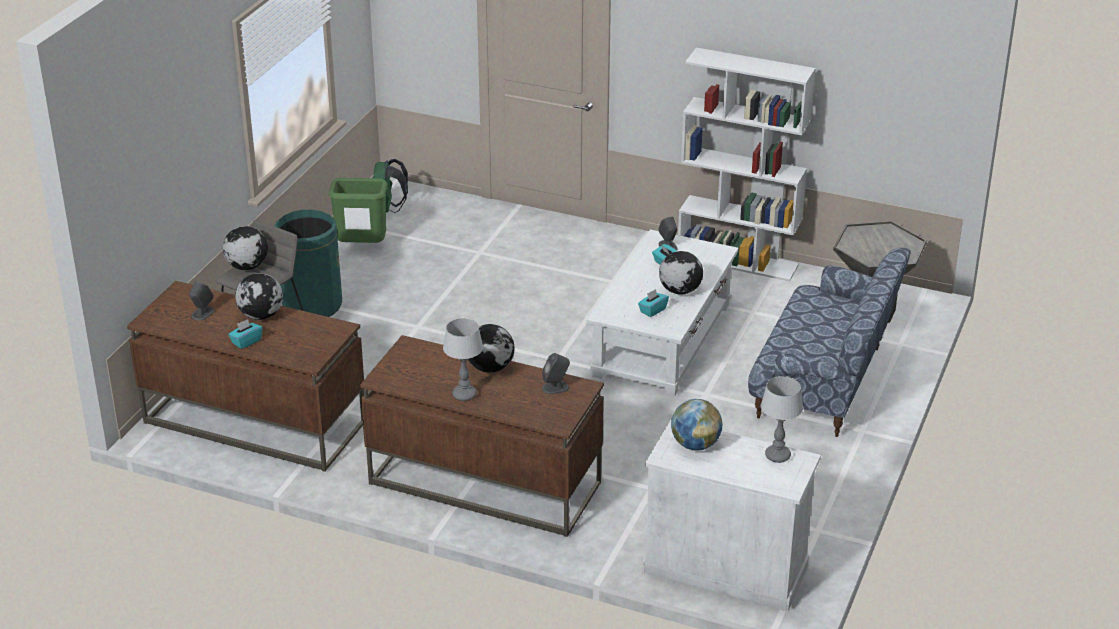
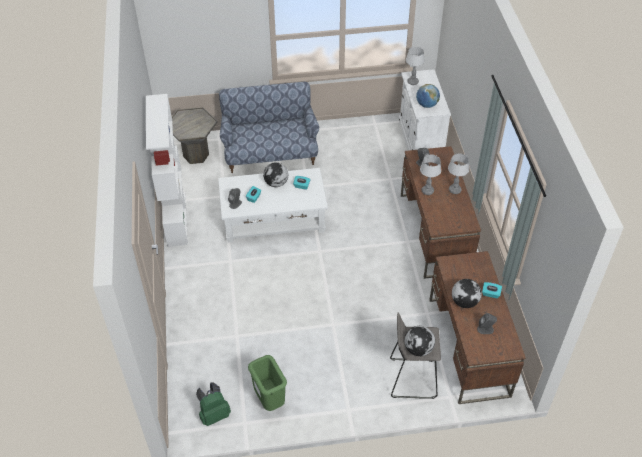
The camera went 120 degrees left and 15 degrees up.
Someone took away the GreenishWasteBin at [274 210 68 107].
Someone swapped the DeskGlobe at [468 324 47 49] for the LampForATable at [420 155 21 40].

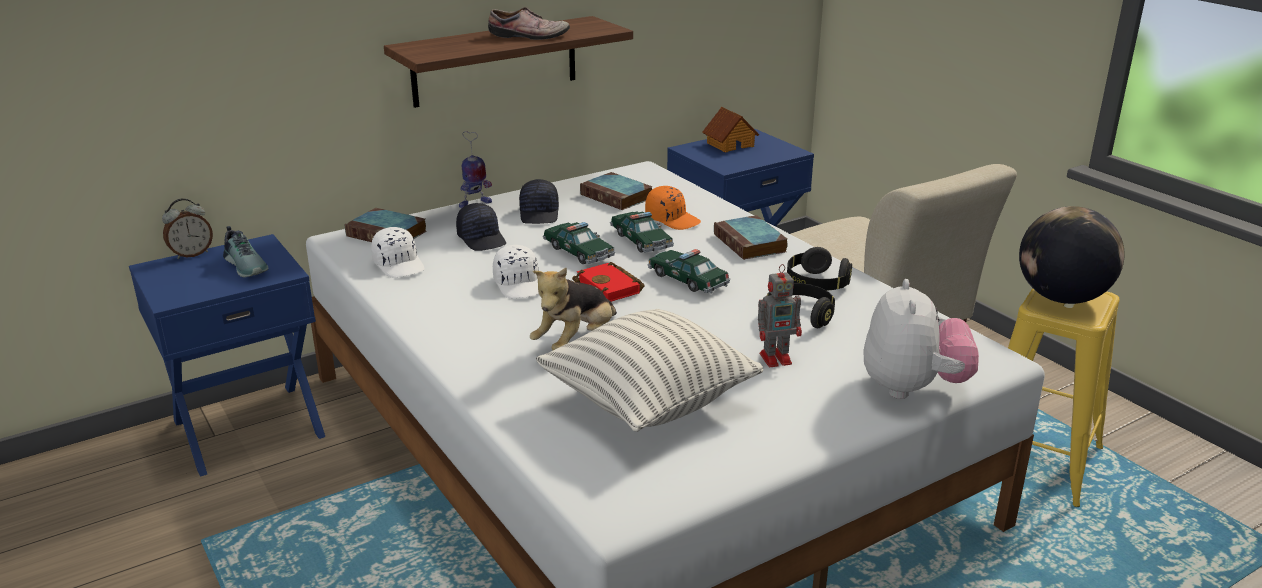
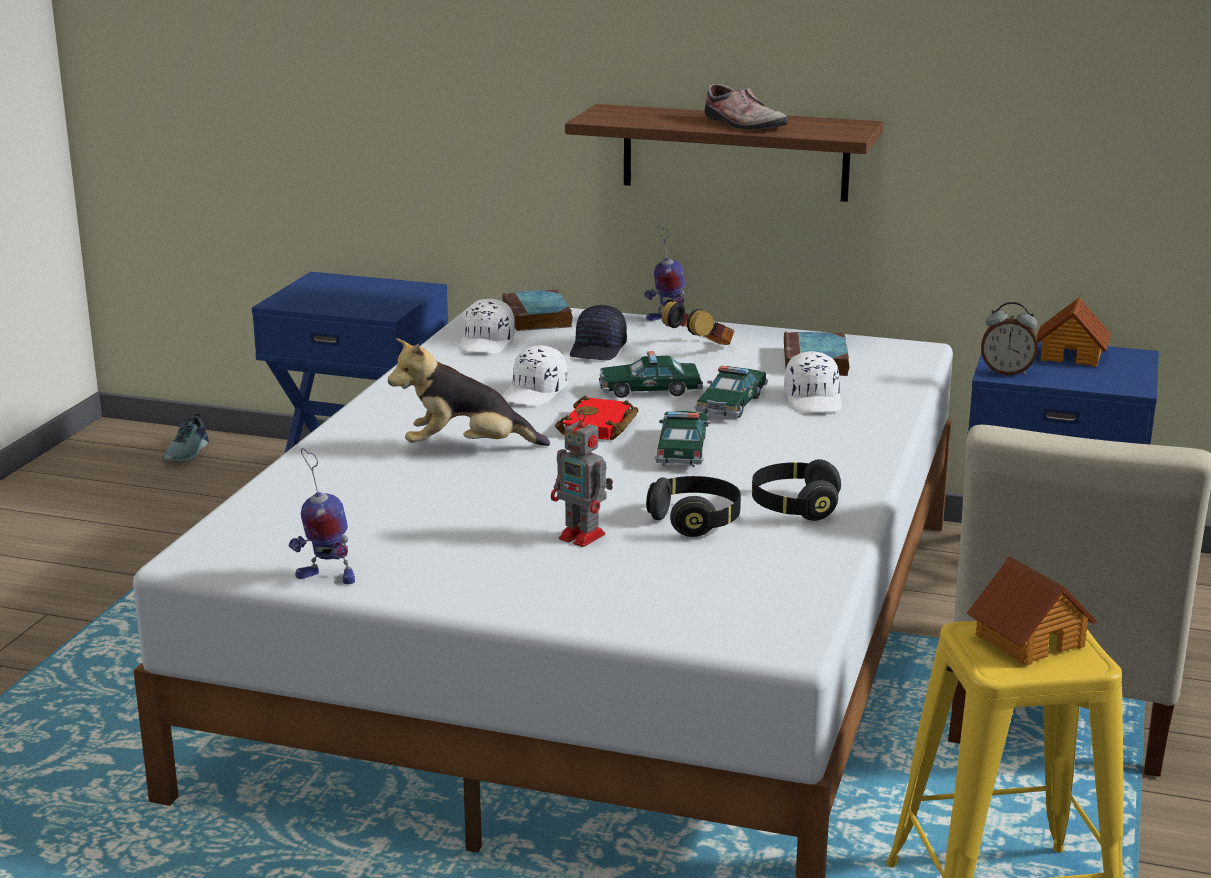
The camera went 50 degrees right and 5 degrees down.
Someone swapped the BlackCap at [519 179 40 45] for the Headphones at [661 302 73 43].
Someone repainted the OrangeyCap at [645 186 56 44], which became the WhiteColouredCap at [784 351 58 61].
Someone carried the BedsideClock from [162 198 51 61] to [981 302 57 74].
Someone swapped the DeskGlobe at [1019 206 106 98] for the ToyHouse at [967 556 130 110].
Someone took away the Volume at [714 215 74 45].
Someone rotated the ModelCar at [543 222 72 42] by 75 degrees clockwise.
Someone carried the ItemOfFootwear from [223 226 46 51] to [162 412 47 50].
Someone took away the CuddlyToy at [864 279 115 120].
Someone took away the Pillow at [536 309 227 123].
Someone put down the RobotFigure at [289 448 66 136].

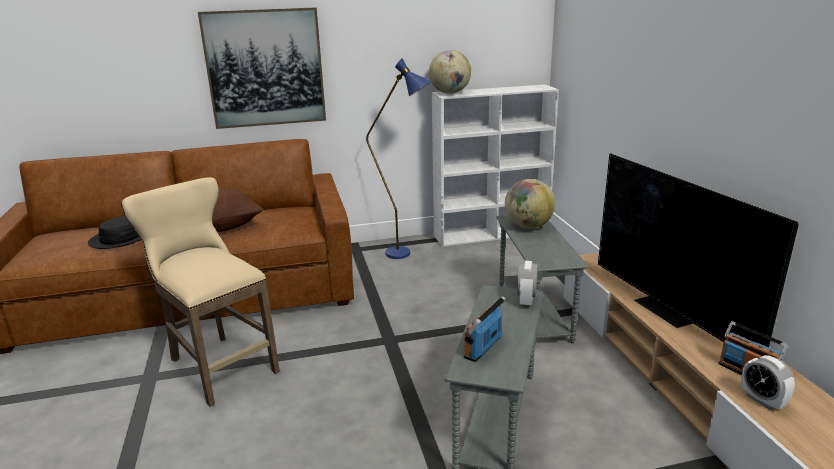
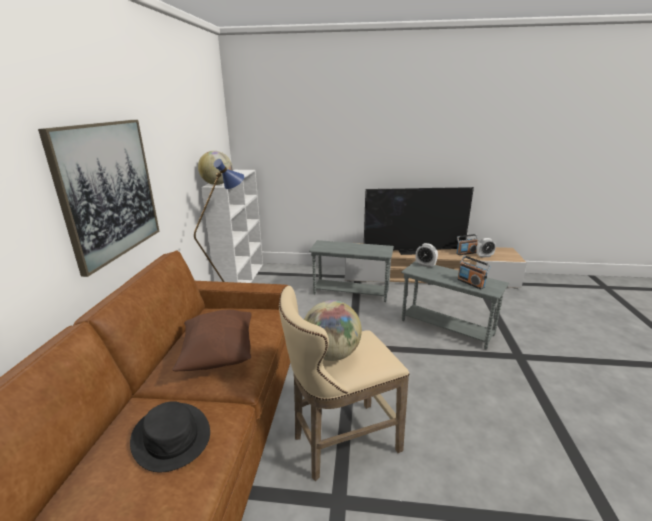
The camera went 70 degrees left and 0 degrees up.
Someone carried the DeskGlobe from [505 179 50 50] to [304 300 58 61].

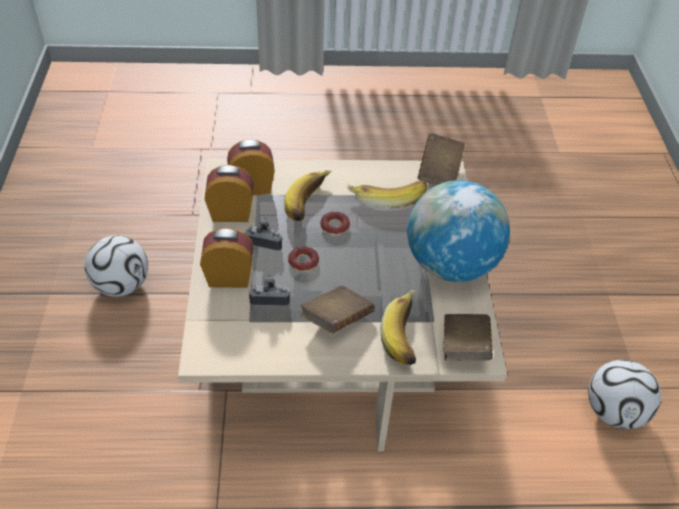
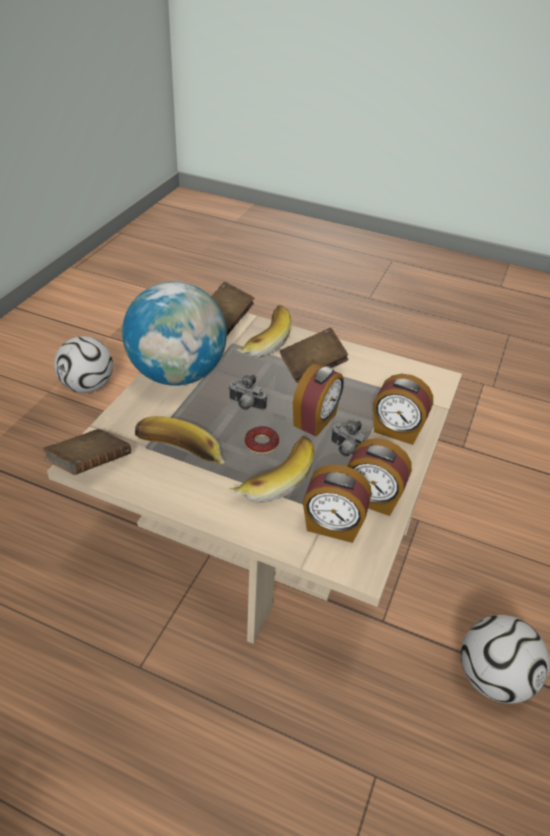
The camera went 155 degrees left and 5 degrees down.
Someone swapped the Donut at [288 246 31 26] for the BedsideClock at [293 364 51 73].
Someone carried the PhotoCamera from [249 274 41 32] to [228 375 39 35].

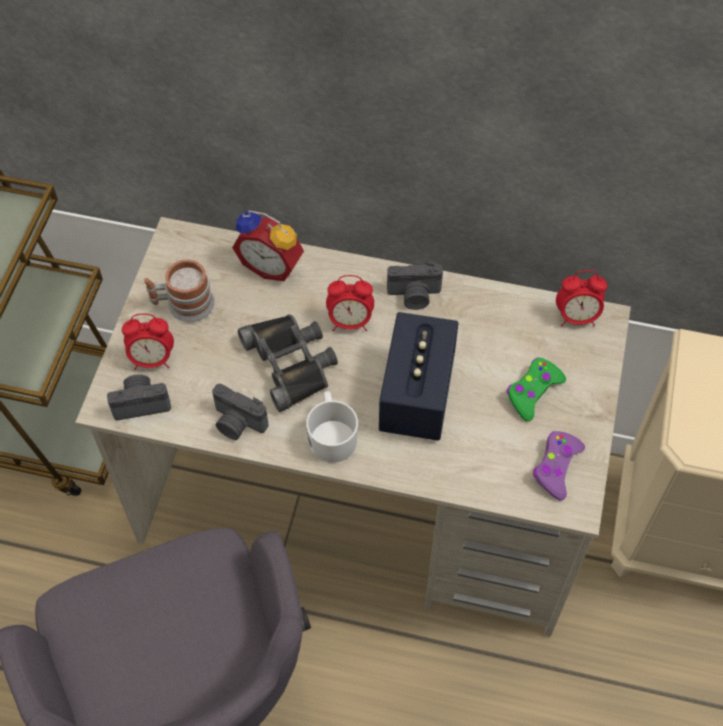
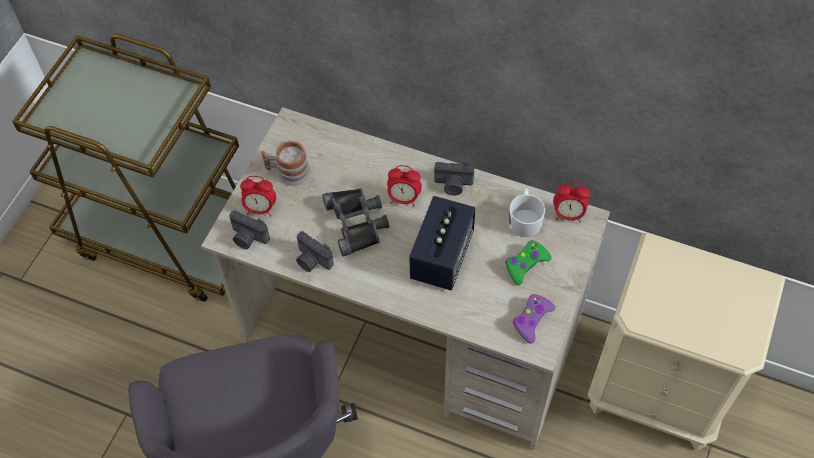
The camera went 10 degrees right and 0 degrees up.
Someone took away the BedsideClock at [232 210 72 71].
Someone rotated the PhotoCamera at [107 374 64 46] by 150 degrees counterclockwise.
Someone carried the WhiteColouredCoffeeMug from [306 391 52 71] to [509 188 36 49].

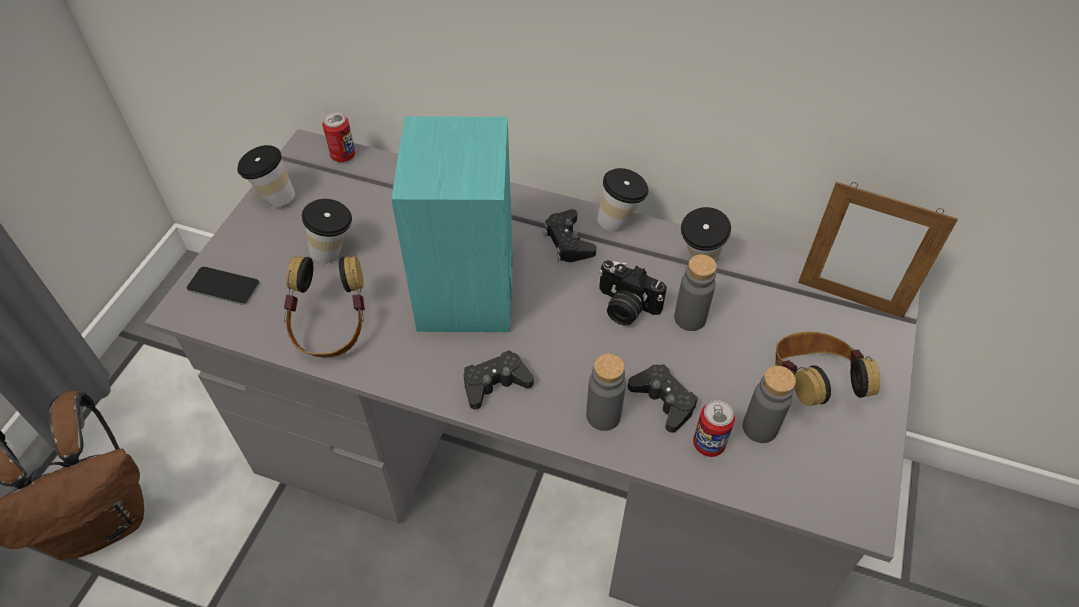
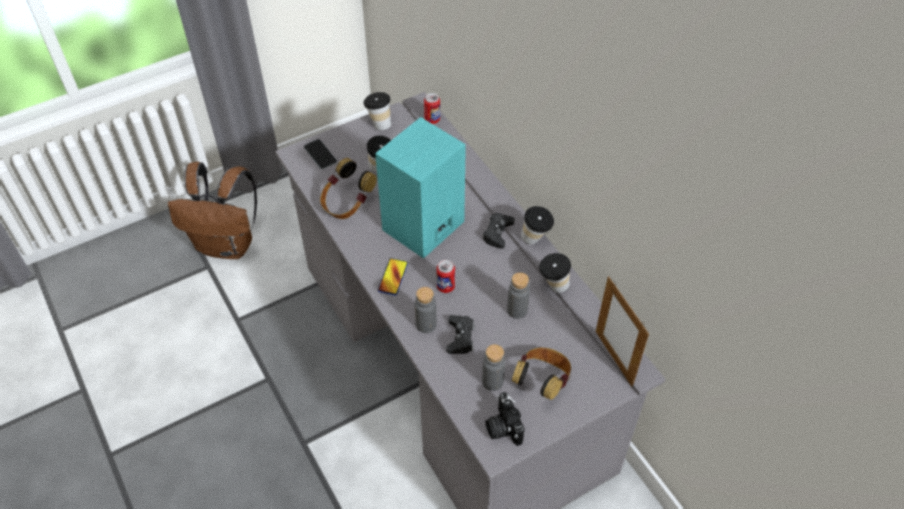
The camera went 40 degrees right and 0 degrees up.
Someone carried the PhotoCamera from [598 260 69 66] to [485 392 40 54].
Someone swapped the BlackGamepad at [464 350 70 59] for the Handset at [378 258 30 37].
Someone carried the SealedCan from [693 400 42 57] to [436 260 19 33].

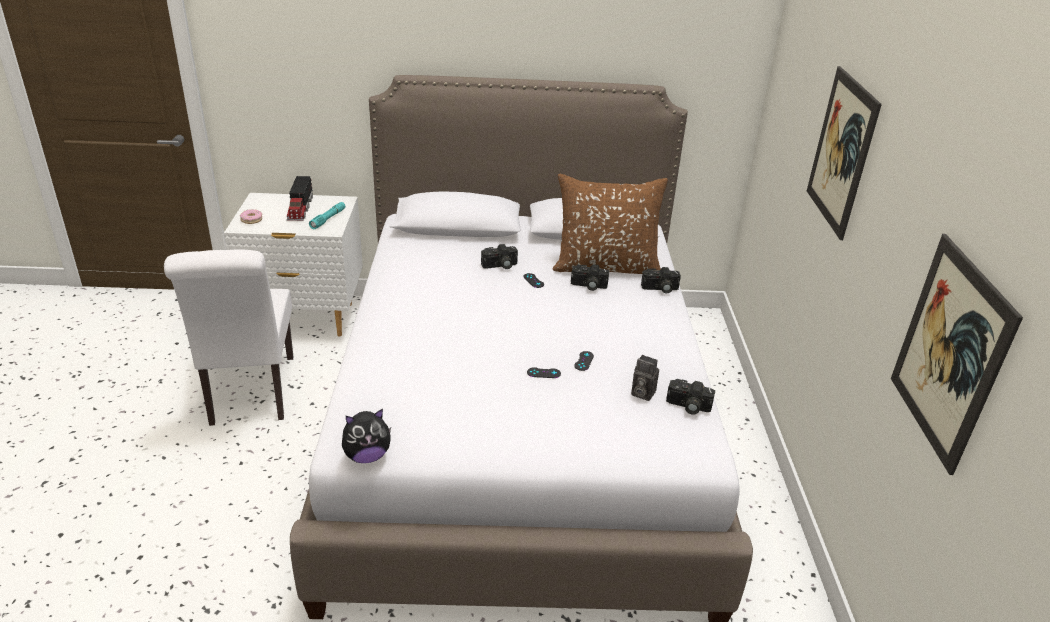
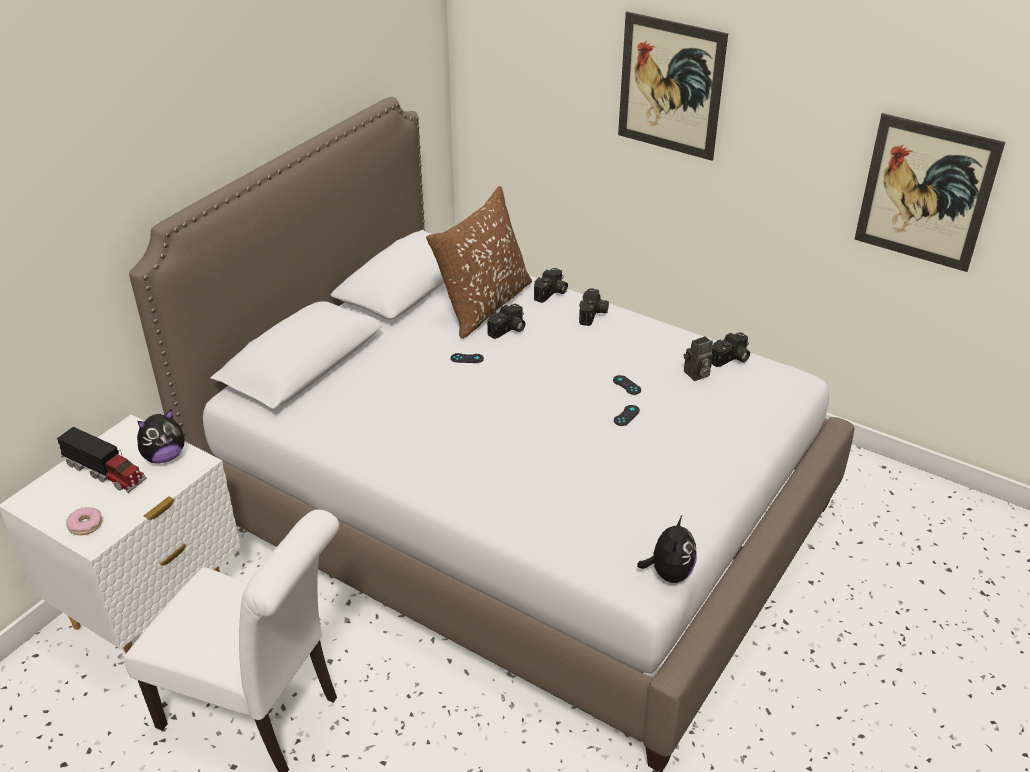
The camera went 55 degrees left and 5 degrees up.
Someone swapped the TurquoiseTorch at [309 202 36 27] for the CuddlyToy at [137 409 47 55].
Someone carried the PhotoCamera from [481 244 37 25] to [579 288 30 38].

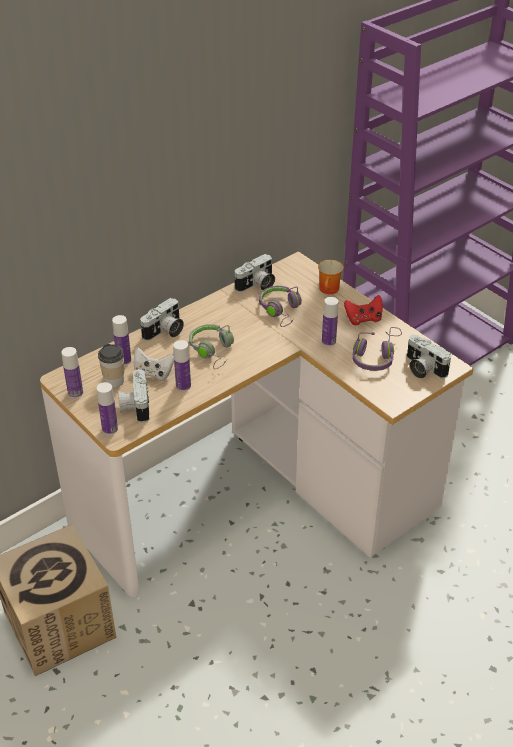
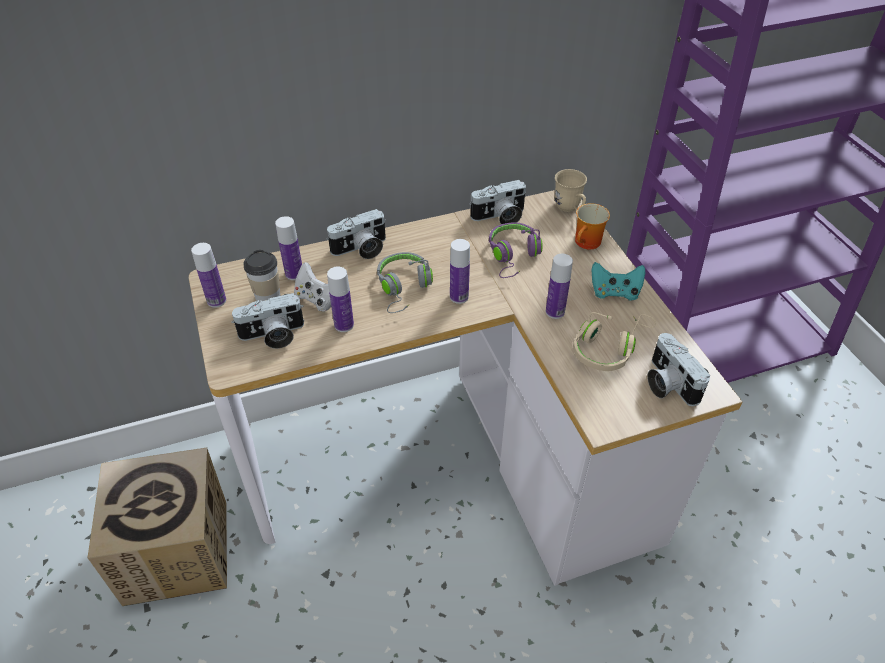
The camera went 20 degrees right and 5 degrees up.
Someone repainted the ReddishGamepad at [344 295 39 30], which became the TurquoiseGamepad at [591 262 54 39].
Someone repainted the PurplishHeadphones at [353 327 49 44], which became the BeigeColouredHeadphones at [573 312 83 59].
Someone rotated the PhotoCamera at [118 369 31 54] by 120 degrees counterclockwise.
Someone carried the DrinkBottle from [97 382 21 53] to [450 239 20 65].
Someone put down the BeigeColouredCoffeeMug at [555 169 32 43].

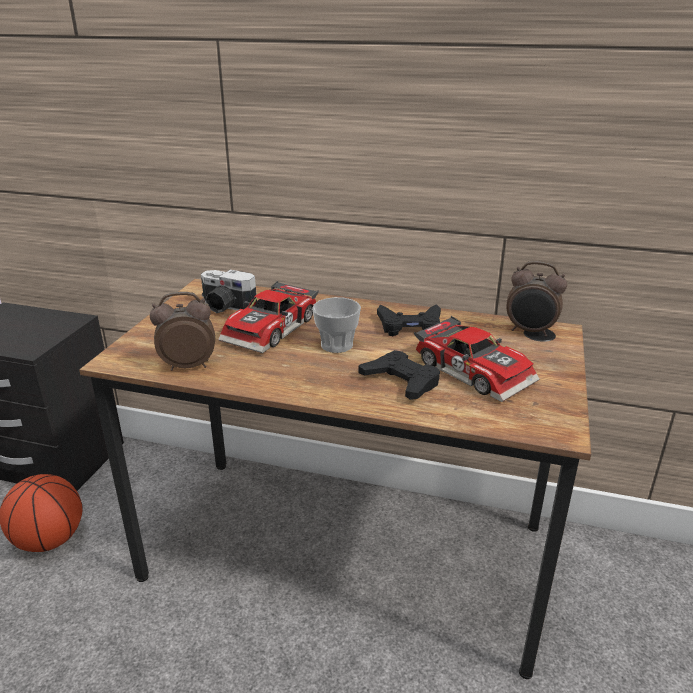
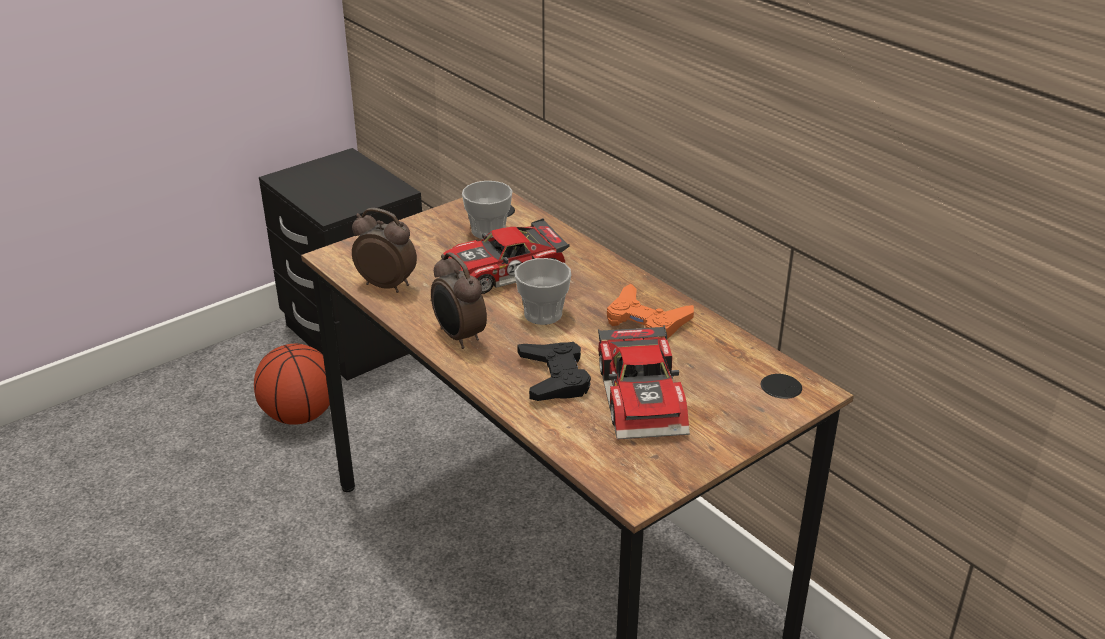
The camera went 35 degrees right and 5 degrees up.
Someone carried the BedsideClock from [507 261 60 76] to [431 252 56 97].
Someone swapped the PhotoCamera at [201 270 56 43] for the SmallCup at [462 181 51 58].
Someone repainted the BlackGamepad at [377 304 64 32], which became the OrangeyGamepad at [607 284 87 55].

